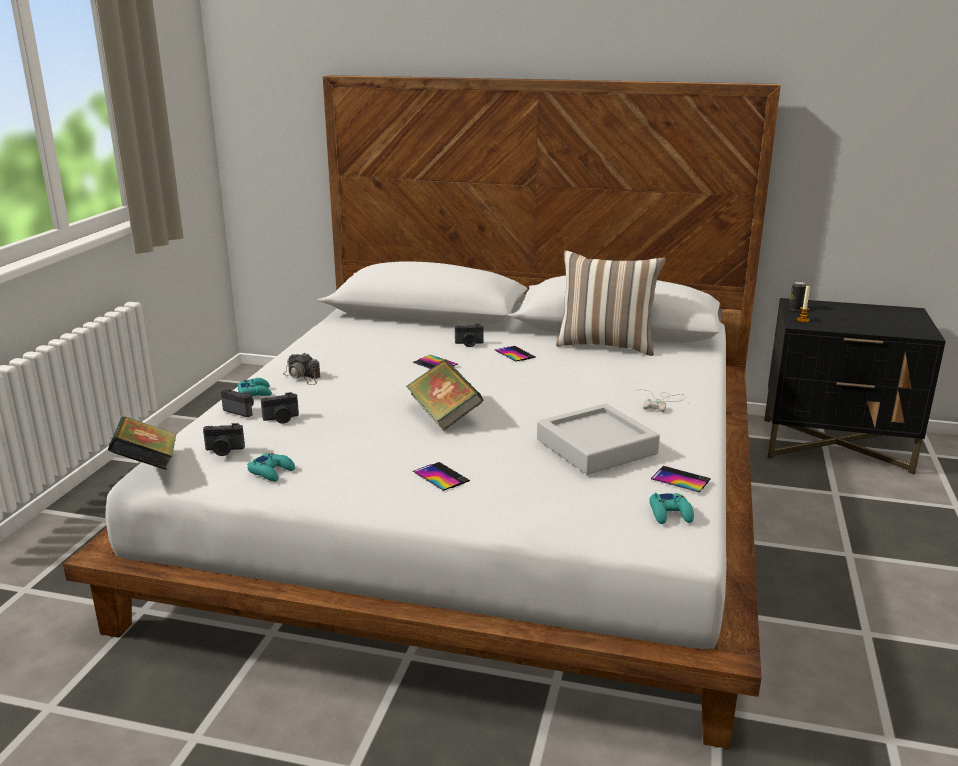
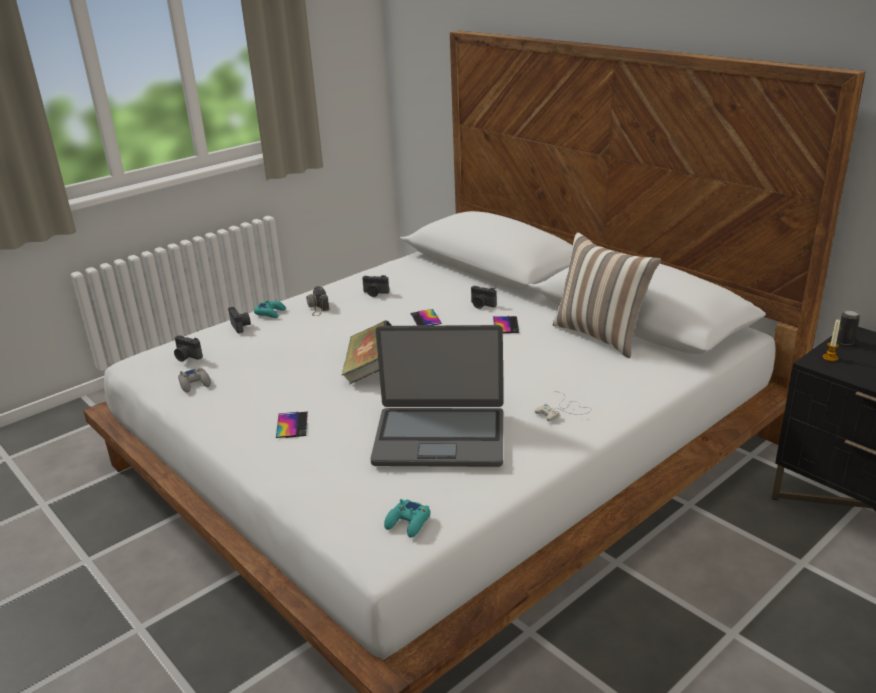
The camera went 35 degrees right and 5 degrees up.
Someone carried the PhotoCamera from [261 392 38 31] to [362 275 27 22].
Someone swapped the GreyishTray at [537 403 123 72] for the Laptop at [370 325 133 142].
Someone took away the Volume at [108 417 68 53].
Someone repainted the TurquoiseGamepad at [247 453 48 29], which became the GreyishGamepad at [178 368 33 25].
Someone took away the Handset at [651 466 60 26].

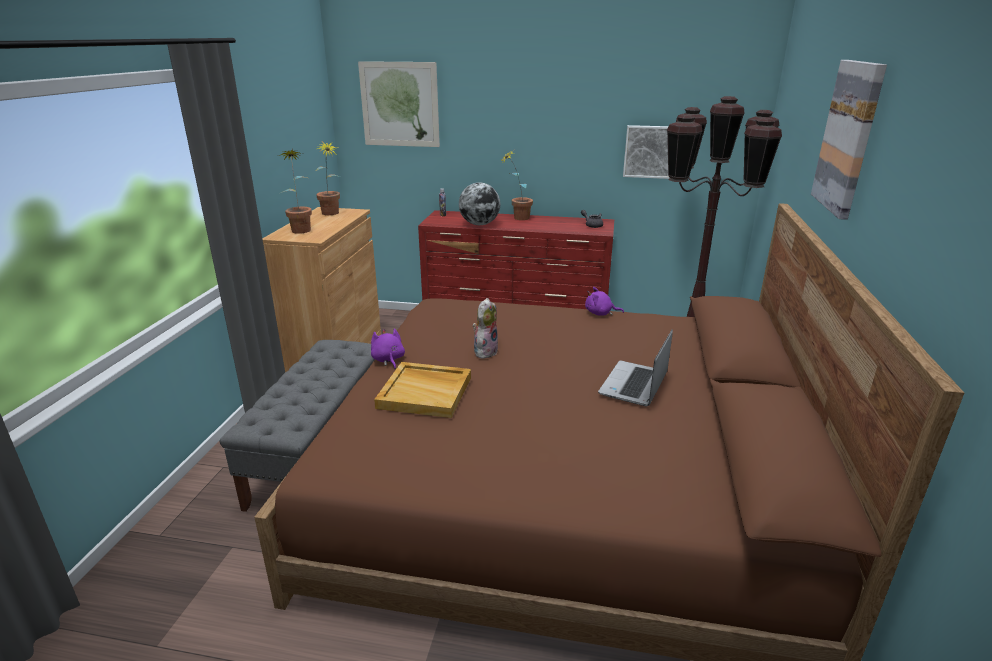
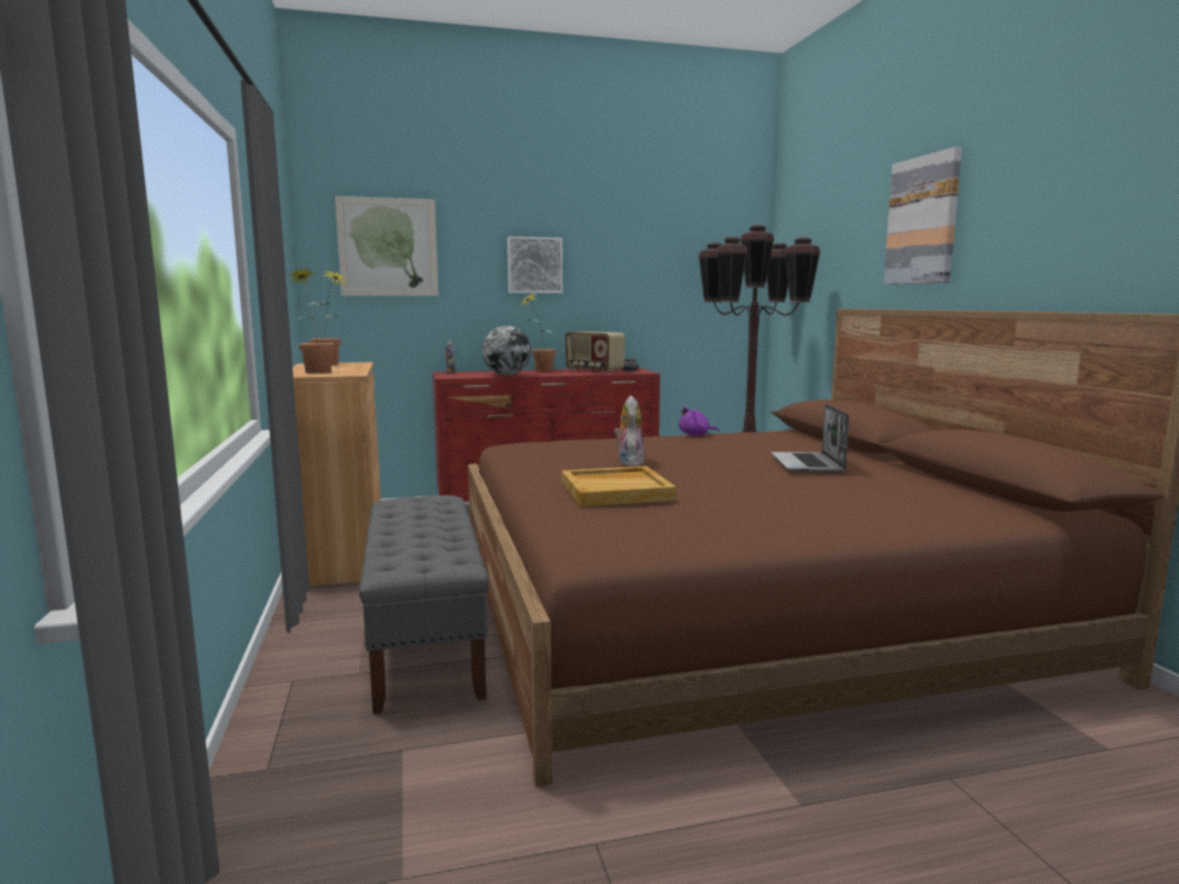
The camera went 25 degrees left and 15 degrees down.
Someone carried the WallArt from [623 125 47 54] to [507 237 56 56].
Someone took away the PurplishCuddlyToy at [371 328 34 41].
Someone put down the RadioSet at [565 331 60 42].

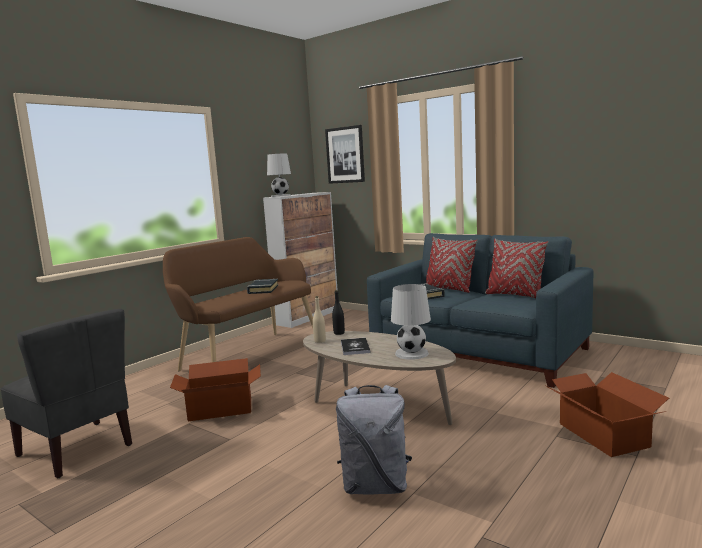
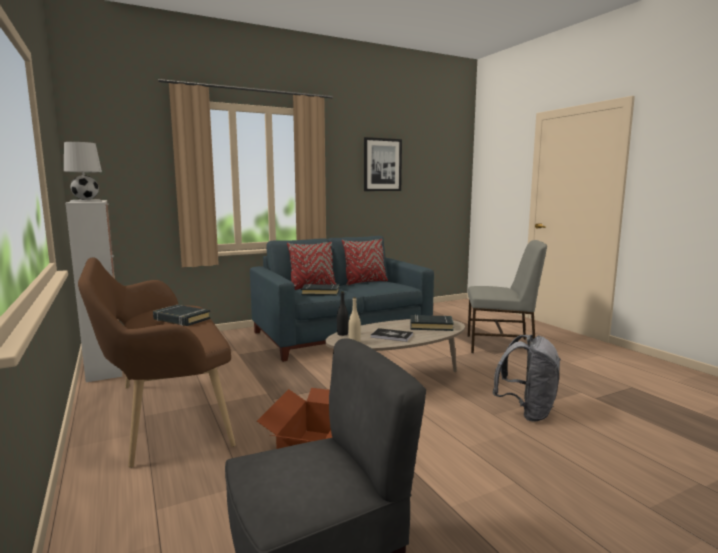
The camera went 65 degrees left and 0 degrees up.
Someone carried the WallArt from [325 125 40 59] to [364 137 38 54].
Someone swapped the WhiteColouredLampForATable at [391 284 40 76] for the BlackVolume at [410 315 44 16].
Someone swapped the CardboardBox at [546 372 123 85] for the GreyishPlainChair at [468 240 79 113].

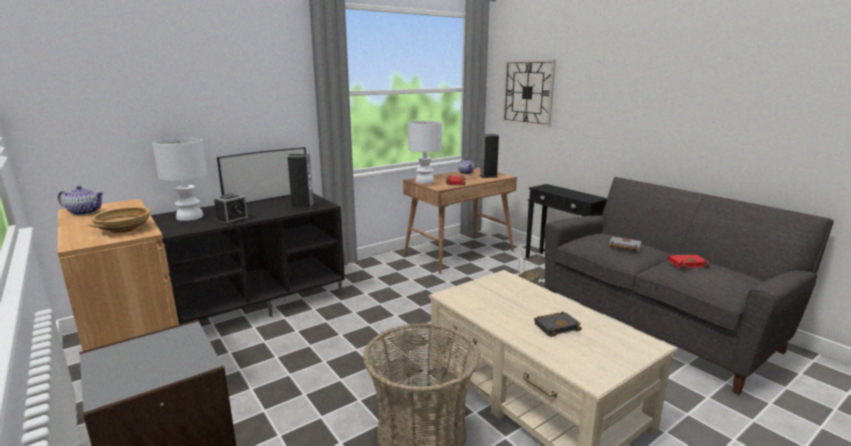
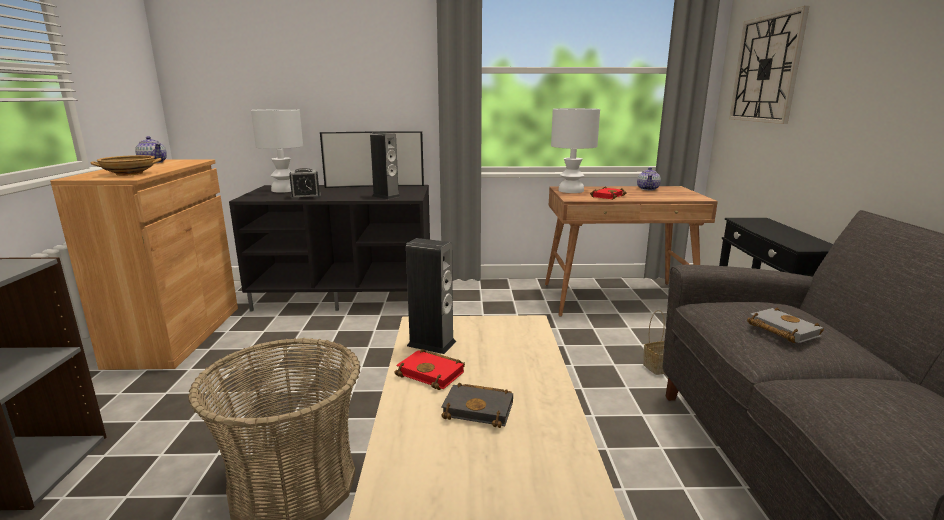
The camera went 35 degrees right and 0 degrees up.
Someone carried the Speaker from [479 134 20 44] to [406 238 50 116].
Someone carried the ReddishVolume from [667 253 42 16] to [394 349 71 41].

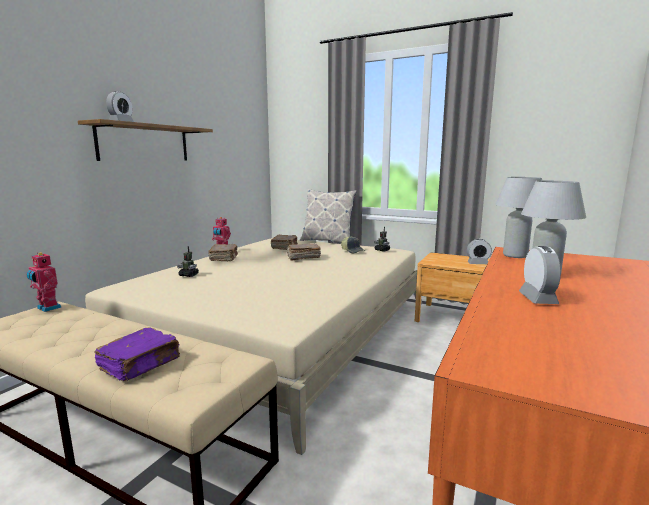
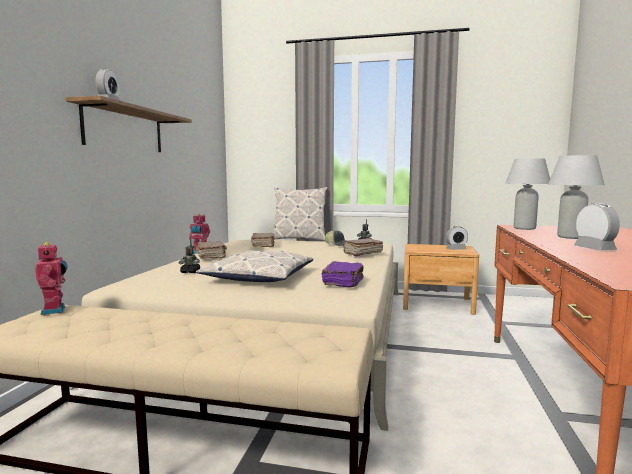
The camera went 15 degrees left and 5 degrees down.
Someone carried the BrownVolume from [287 243 34 18] to [343 238 40 18].
Someone rotated the RobotFigure at [26 252 36 60] by 135 degrees counterclockwise.
Someone carried the PurplishVolume from [94 328 86 53] to [322 261 42 27].
Someone put down the Pillow at [196 250 118 32].

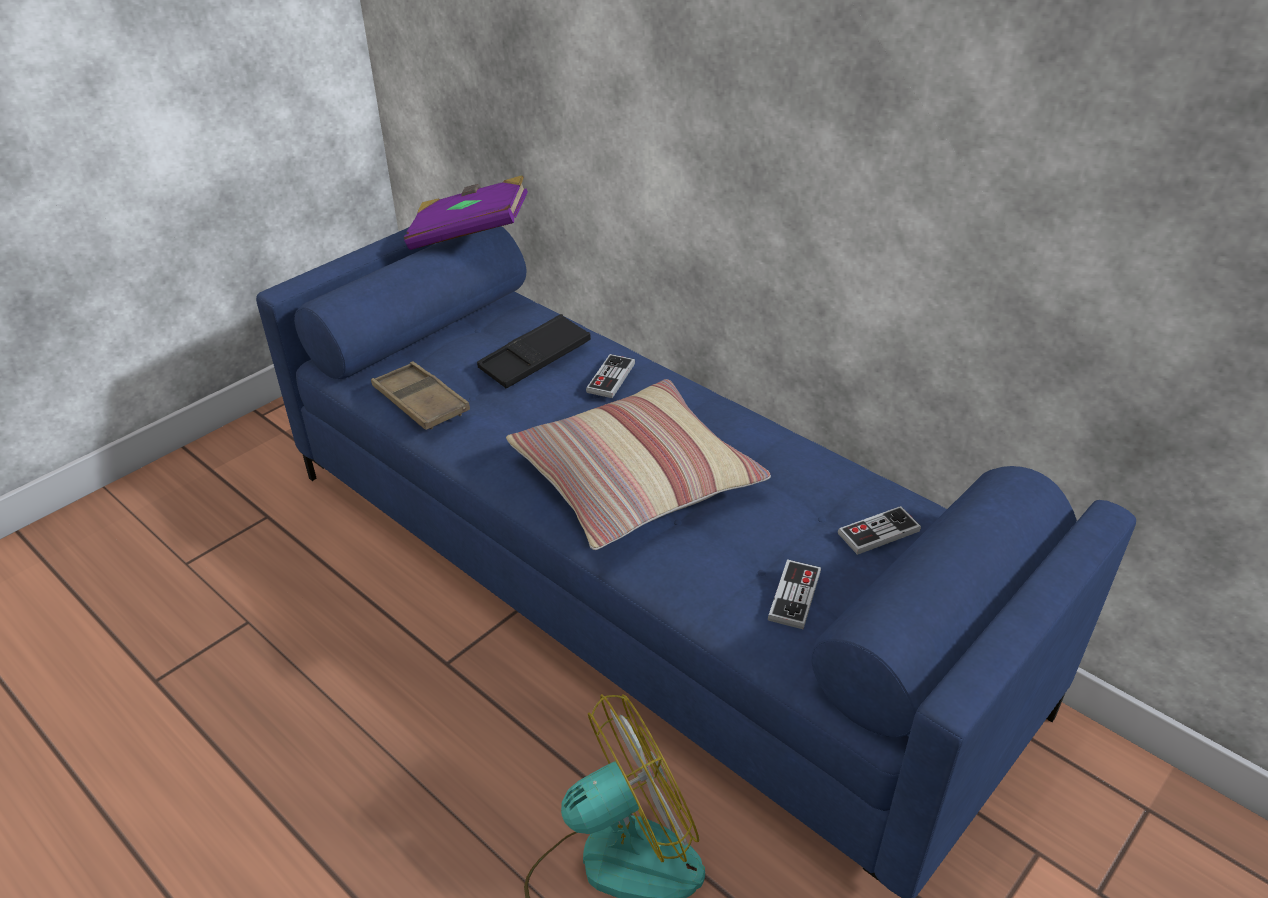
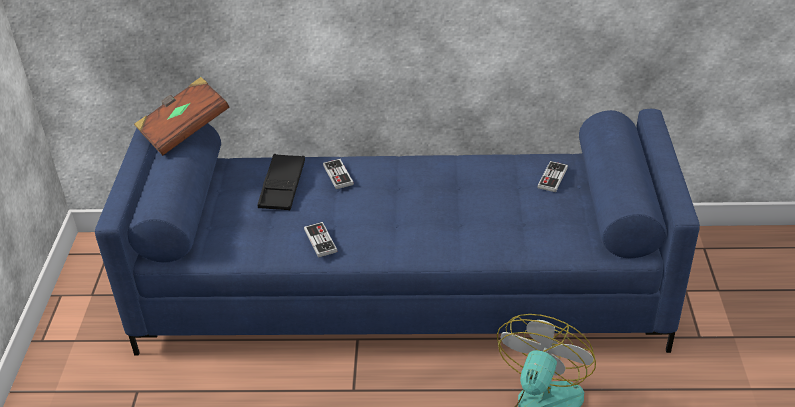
The camera went 40 degrees left and 0 degrees up.
Someone repainted the PurplishVolume at [404 175 124 75], which became the BrownVolume at [134 77 96 79].
Someone took away the BrownTray at [371 361 99 69].
Someone took away the Pillow at [506 379 265 171].
Someone carried the Gamepad from [768 559 53 70] to [304 222 33 36].

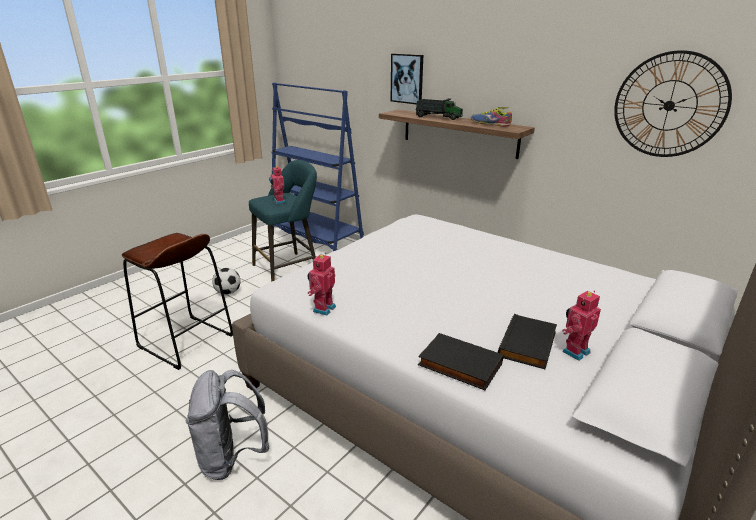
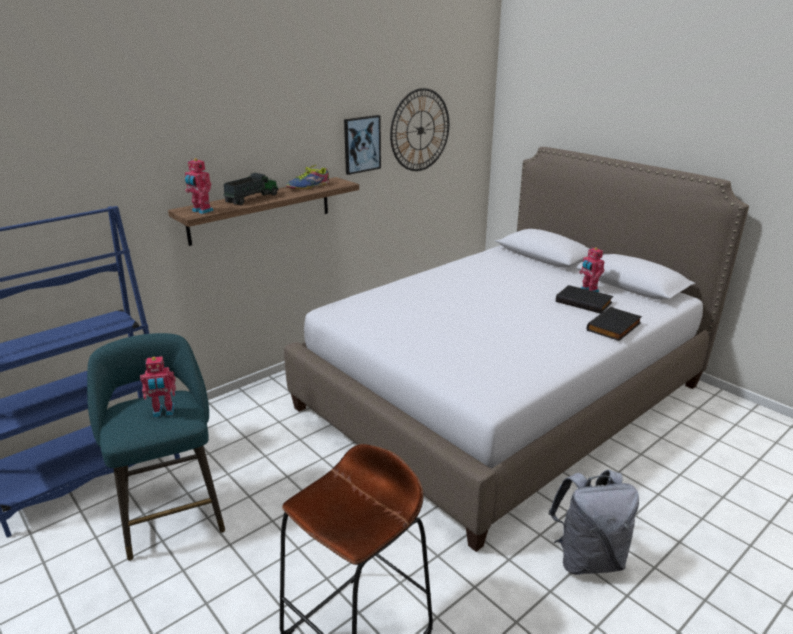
The camera went 80 degrees left and 0 degrees up.
Someone carried the WallArt from [391 53 32 52] to [344 115 37 60].
Someone carried the RobotFigure from [307 253 29 63] to [185 158 29 56].
Someone took away the BallForFootball at [212 268 29 27].

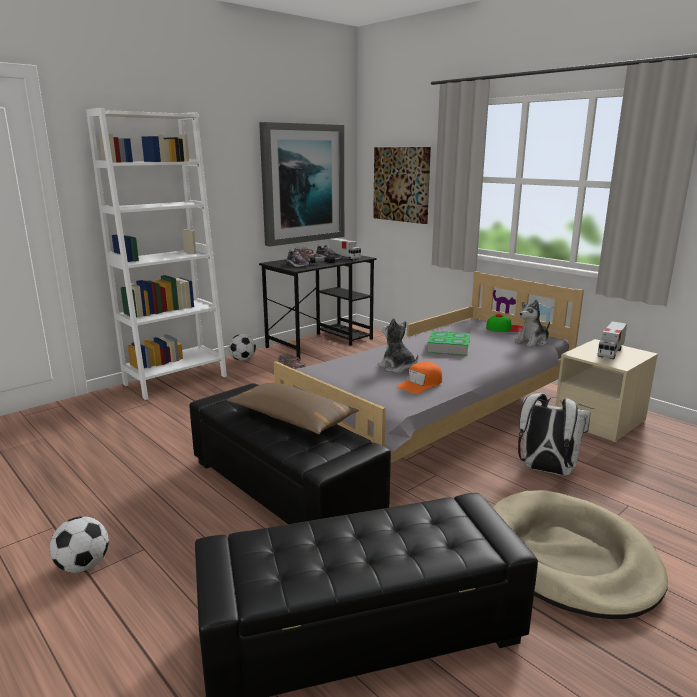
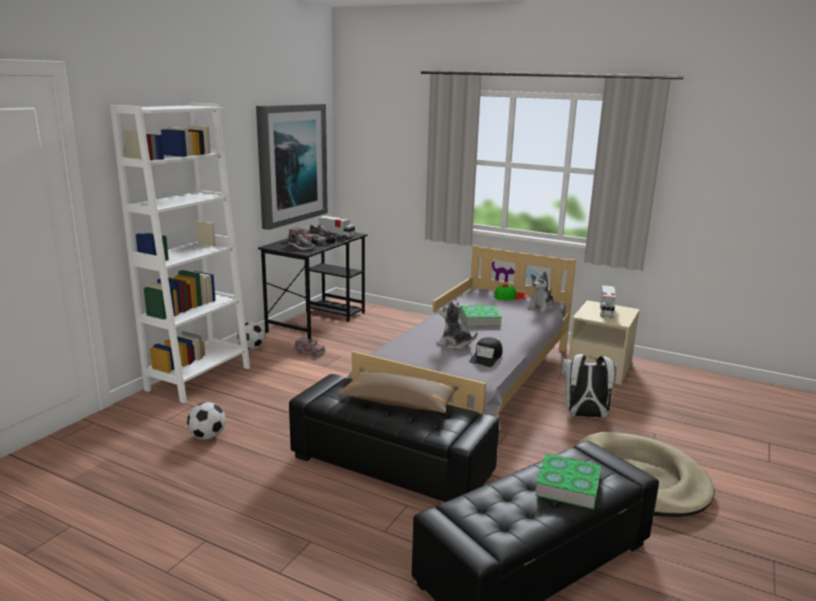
The camera went 20 degrees left and 0 degrees up.
Someone took away the WallArt at [373 147 58 77].
Someone repainted the OrangeyCap at [397 362 45 32], which became the BlackCap at [469 337 33 30].
Someone carried the BallForFootball from [50 516 59 57] to [187 402 39 37].
Someone put down the Volume at [535 453 66 57].

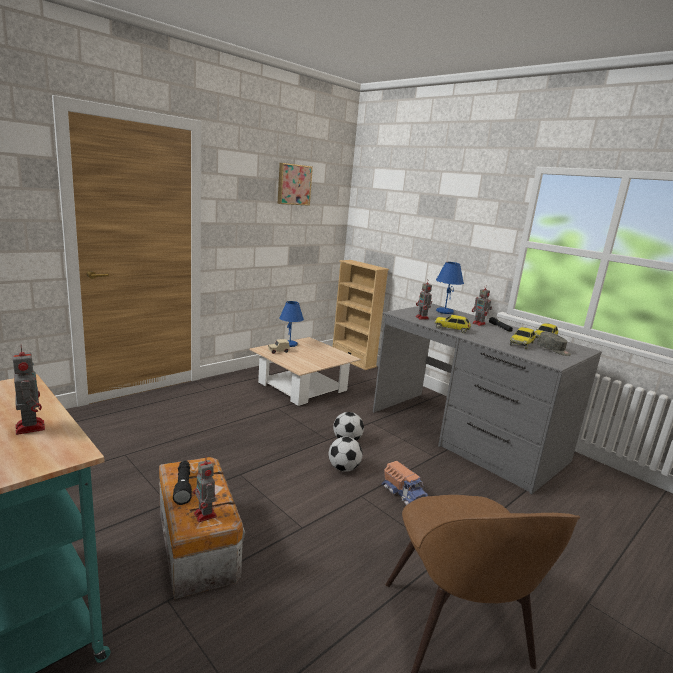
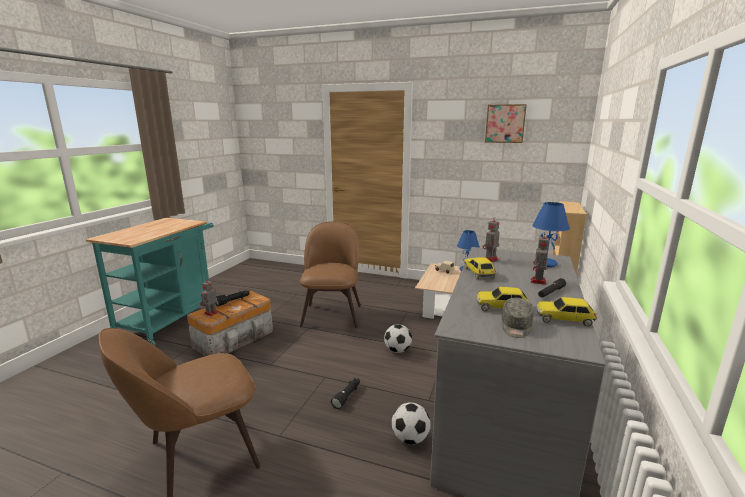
The camera went 65 degrees right and 0 degrees up.
Someone took away the RobotFigure at [13 346 32 89].
Someone carried the BallForFootball from [329 437 34 35] to [392 402 39 43].
Someone swapped the ToyLorry at [381 461 47 44] for the BlackTorch at [331 378 29 31].
Someone put down the BrownPlainChair at [300 221 61 107].

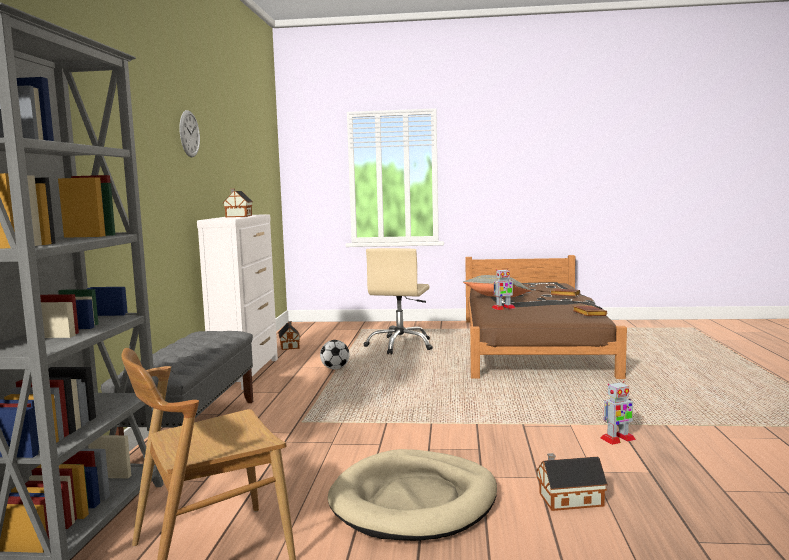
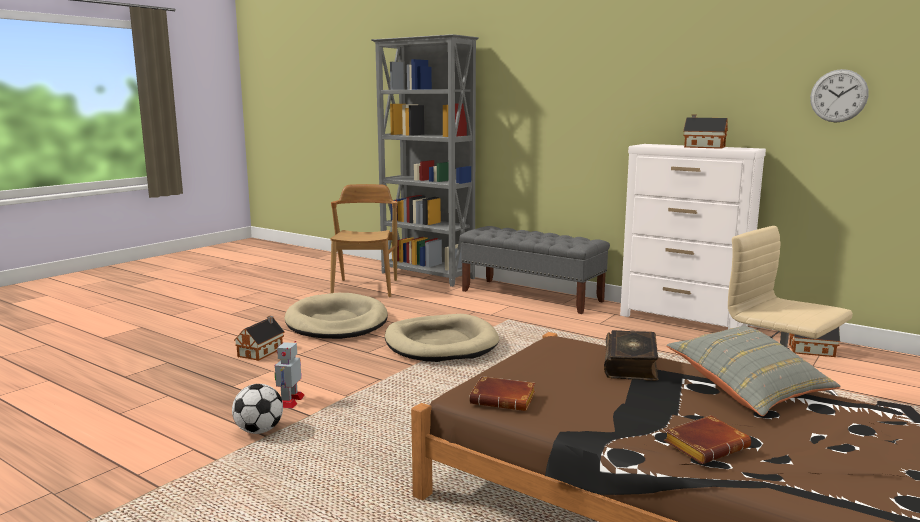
The camera went 120 degrees right and 5 degrees up.
Someone carried the HangingClock from [180 110 20 47] to [810 69 59 54].
Someone swapped the RobotFigure at [492 269 23 41] for the Volume at [604 330 55 51].
Someone carried the BallForFootball from [320 340 30 29] to [232 384 51 50].
Someone put down the BeigeColouredDogCushion at [385 314 114 48].

